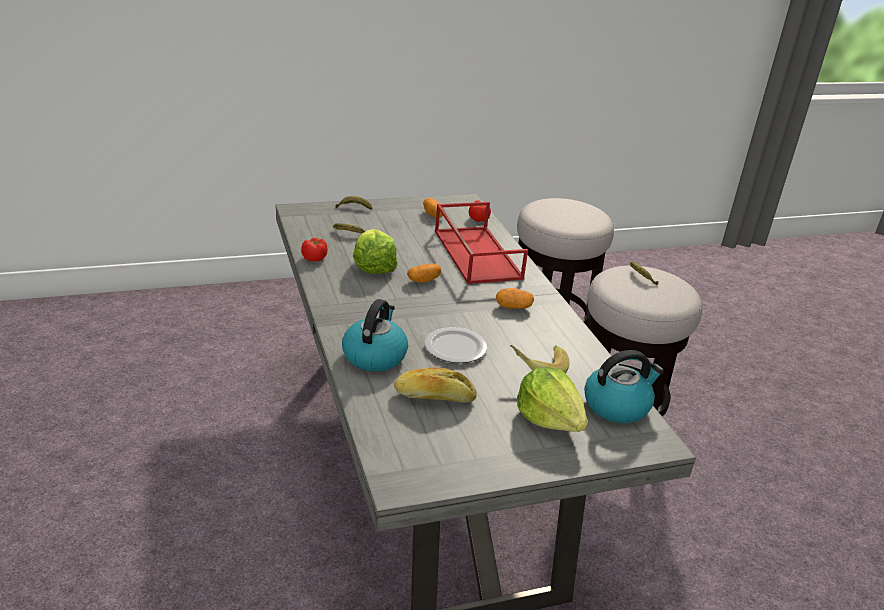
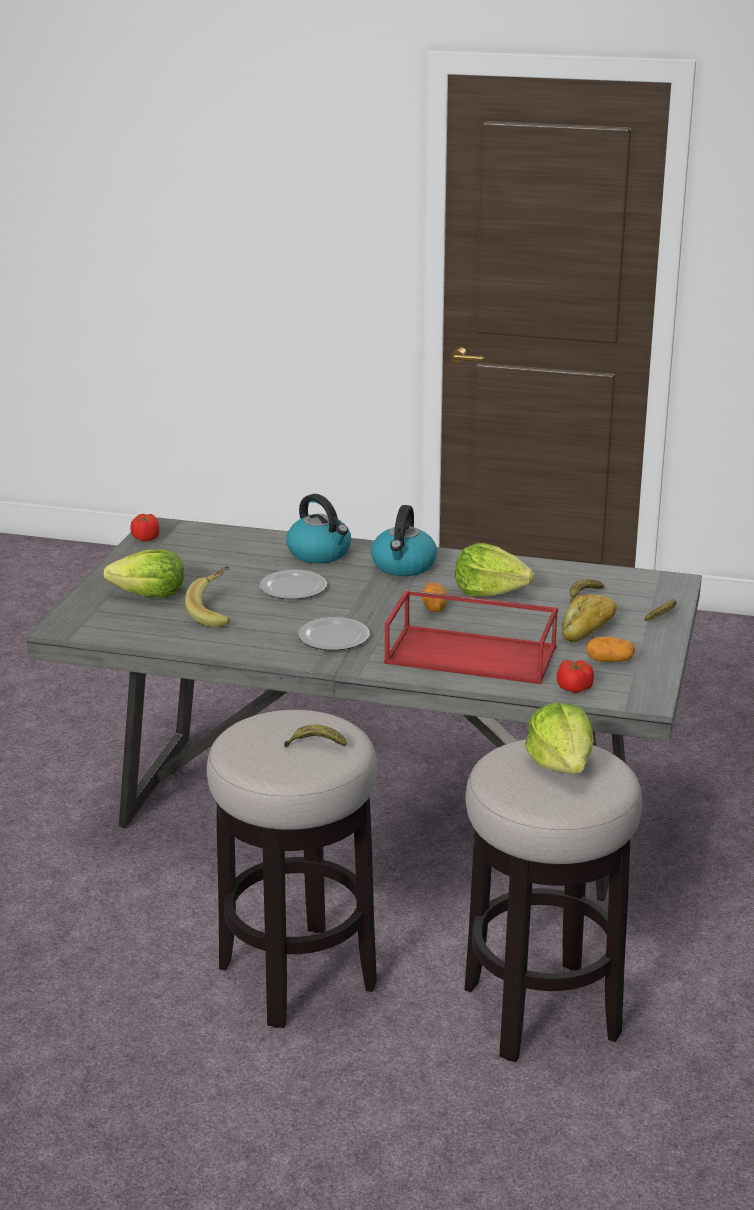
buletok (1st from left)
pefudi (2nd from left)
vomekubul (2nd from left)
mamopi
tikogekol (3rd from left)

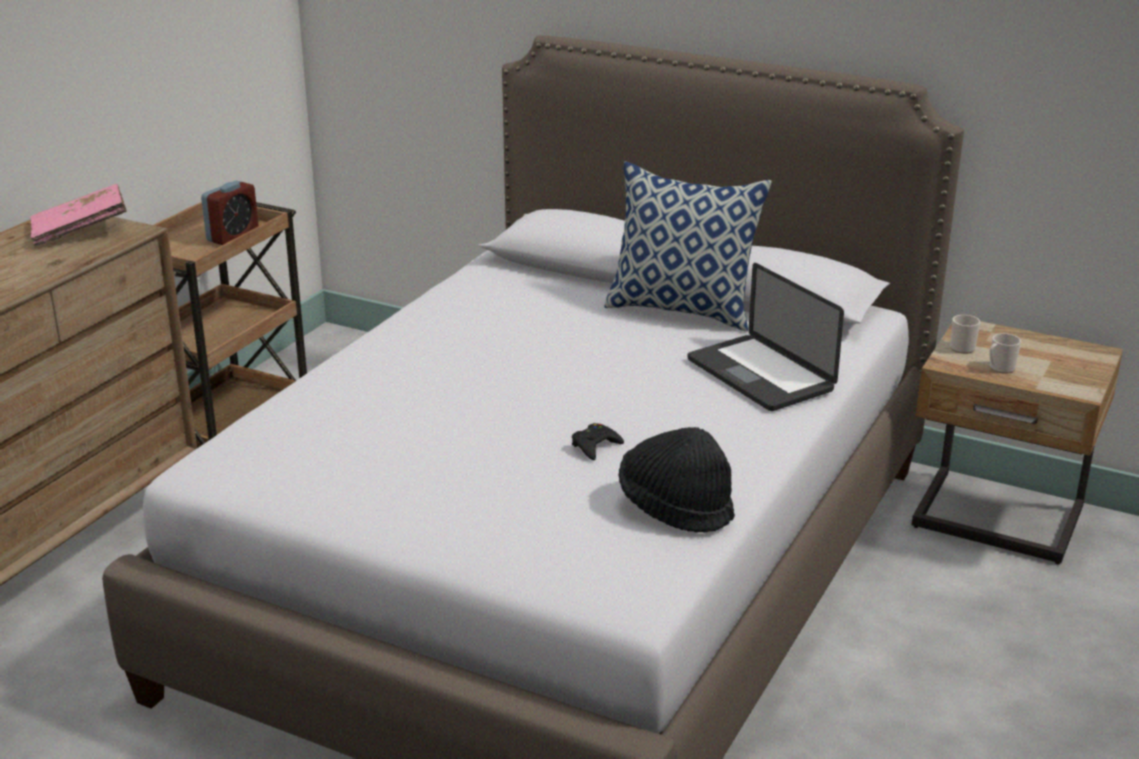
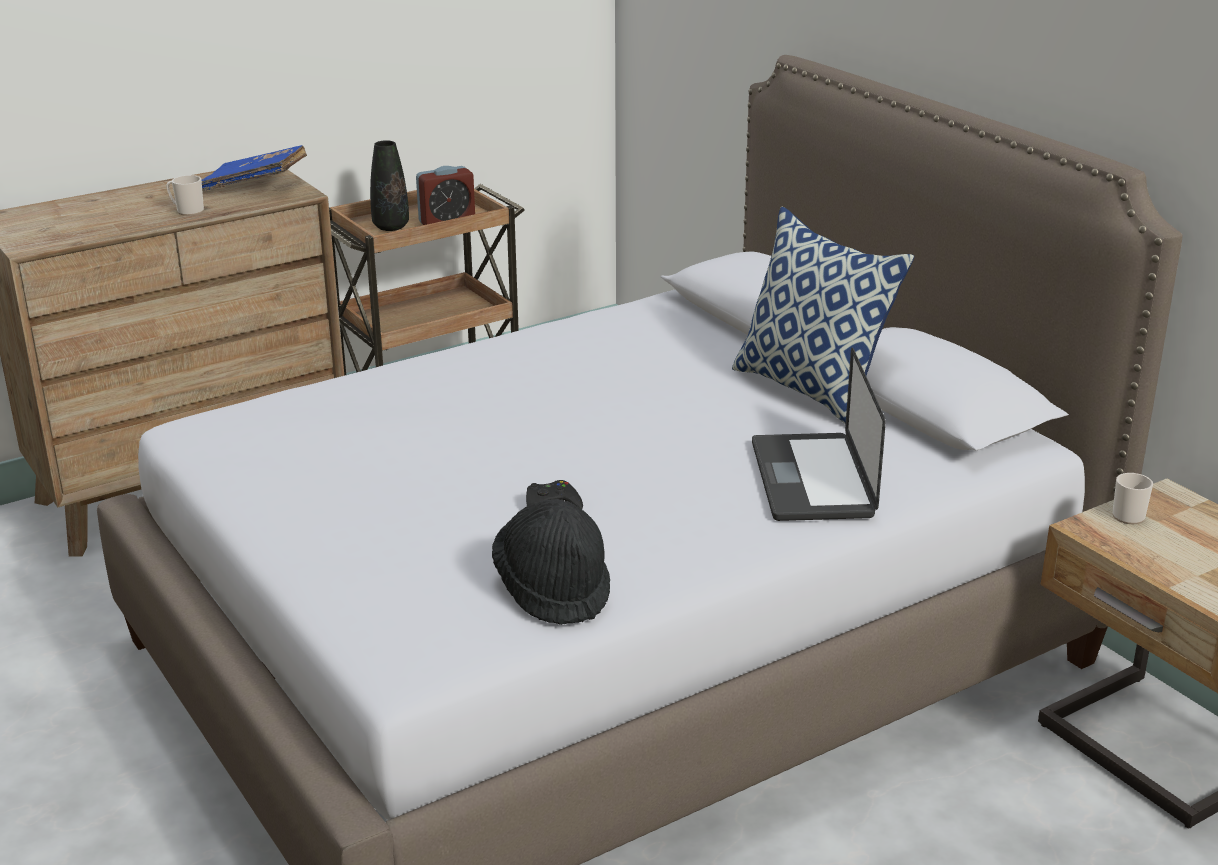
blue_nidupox
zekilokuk (1st from left)
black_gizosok

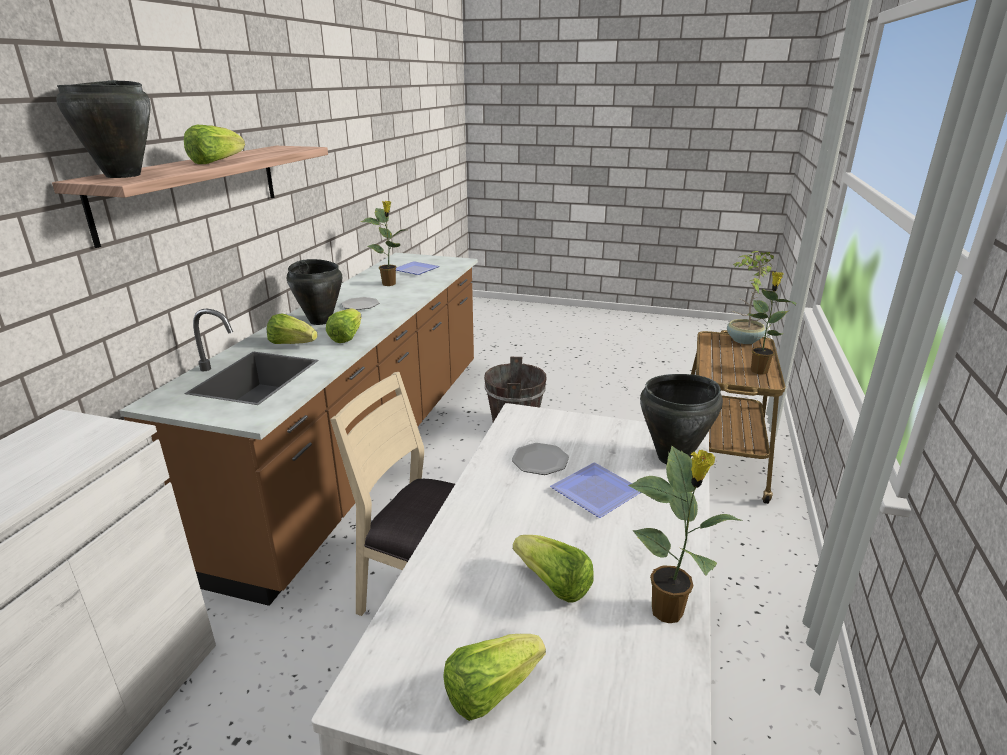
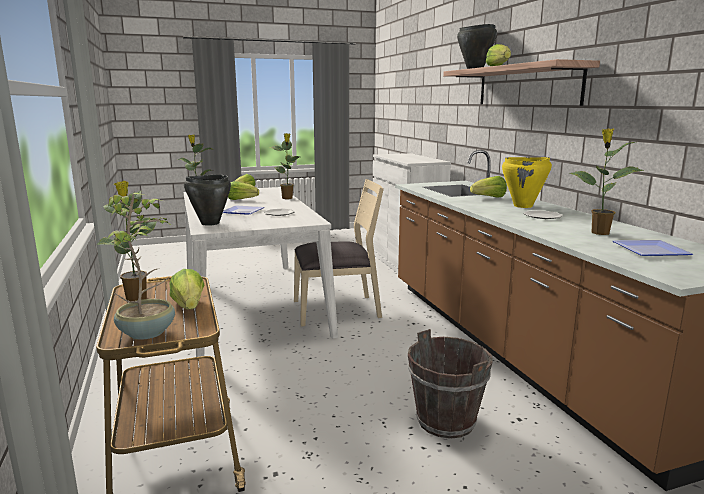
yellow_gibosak
tikogekol (1st from left)
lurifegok (4th from left)

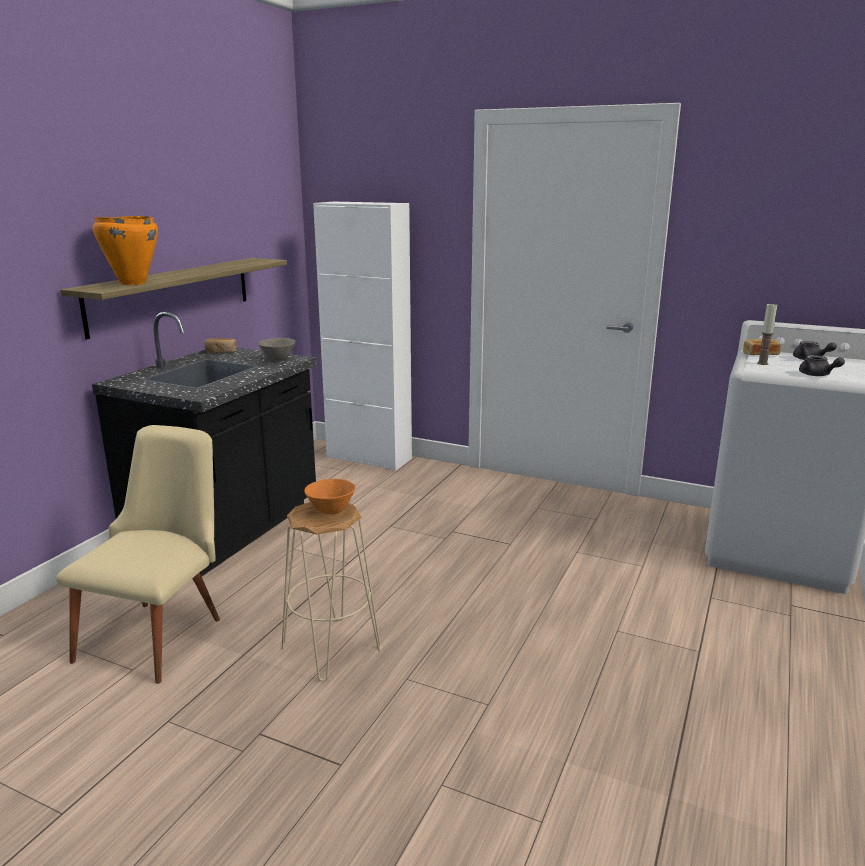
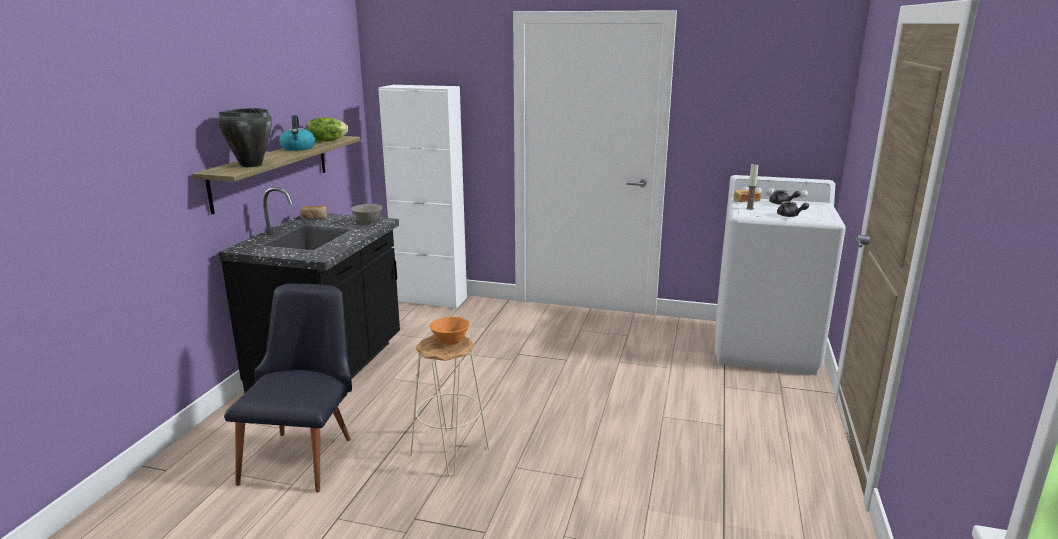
black_gibosak
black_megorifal
vomekubul
tikogekol

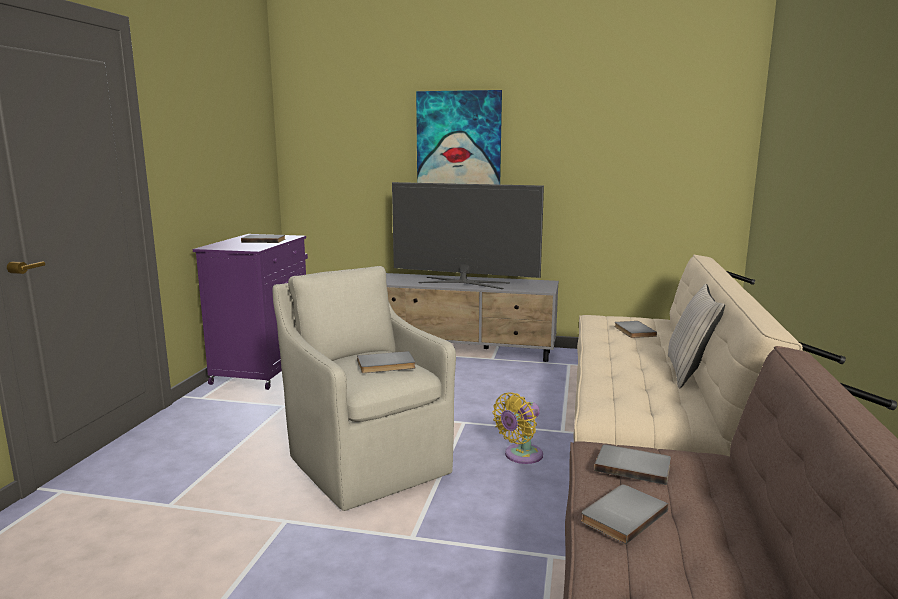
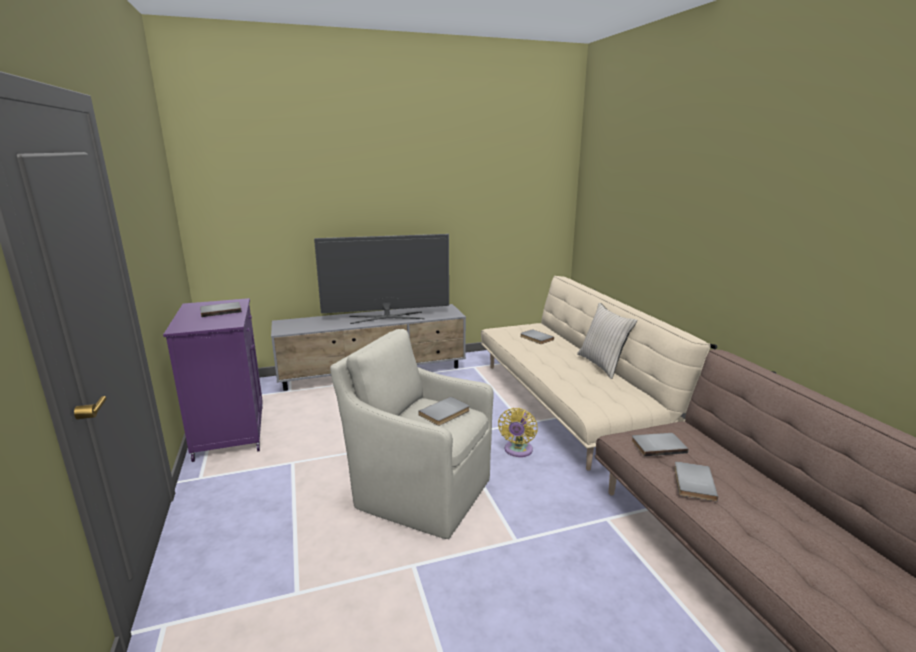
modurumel

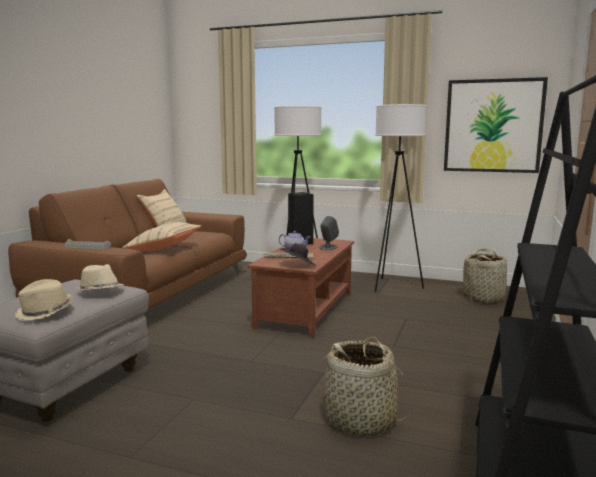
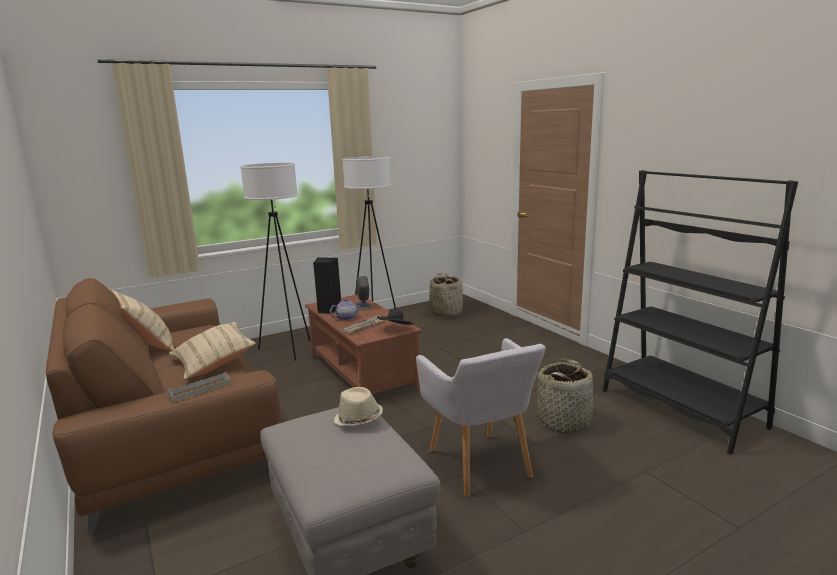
modurumel
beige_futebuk (1st from left in the first image)
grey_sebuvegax

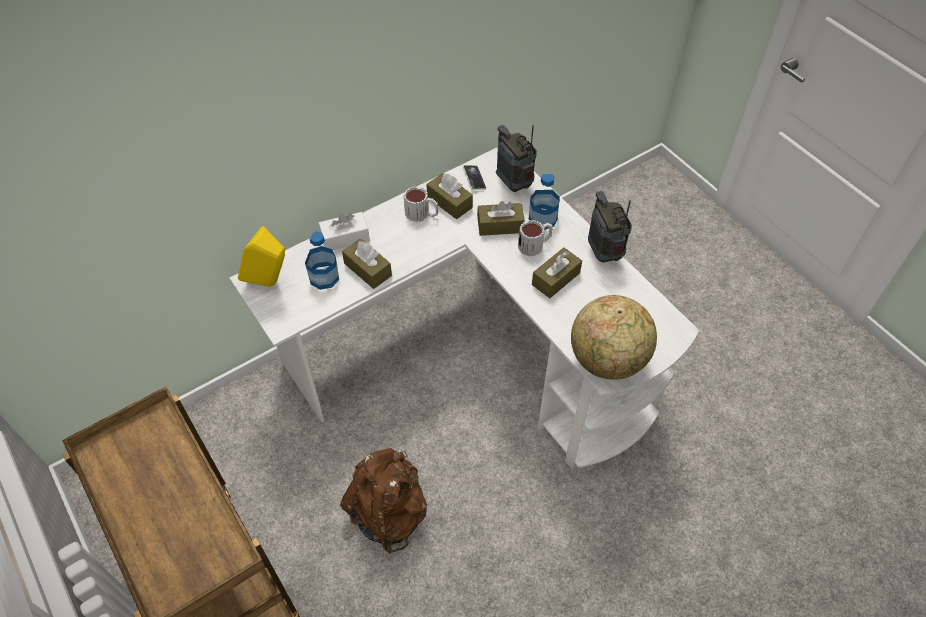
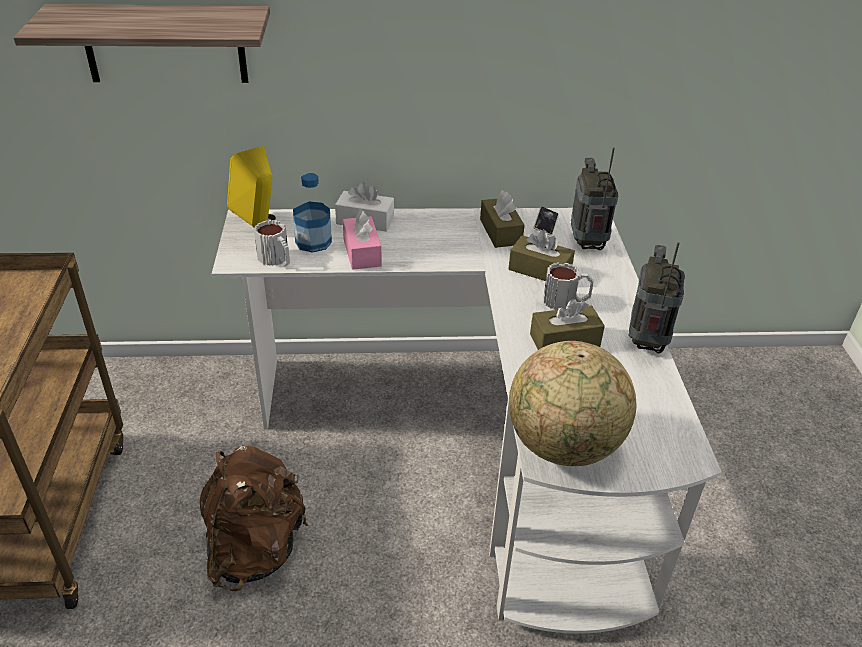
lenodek (2nd from left in the first image)
zekilokuk (1st from left)
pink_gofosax
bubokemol

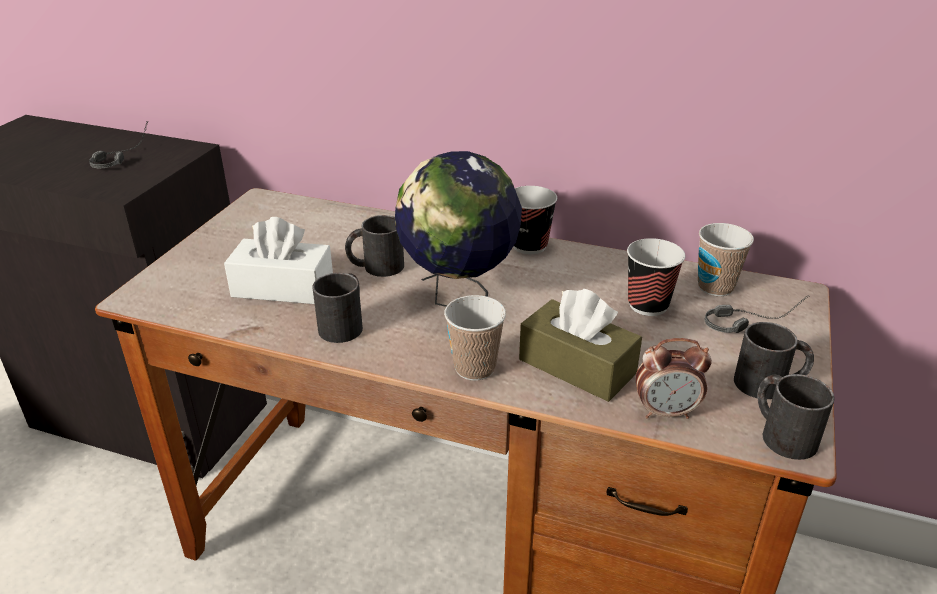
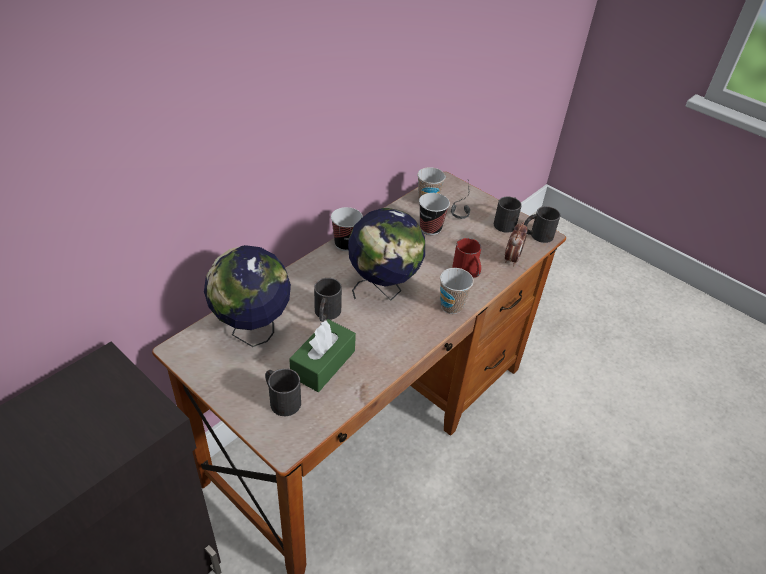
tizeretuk (1st from left in the first image)
green_gofosax
black_zekilokuk (1st from left)
red_zekilokuk
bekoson (1st from left)

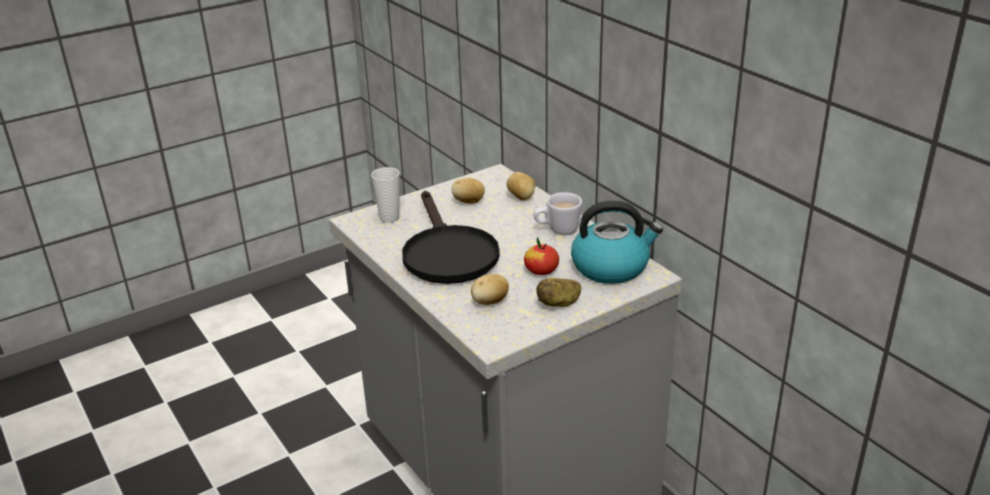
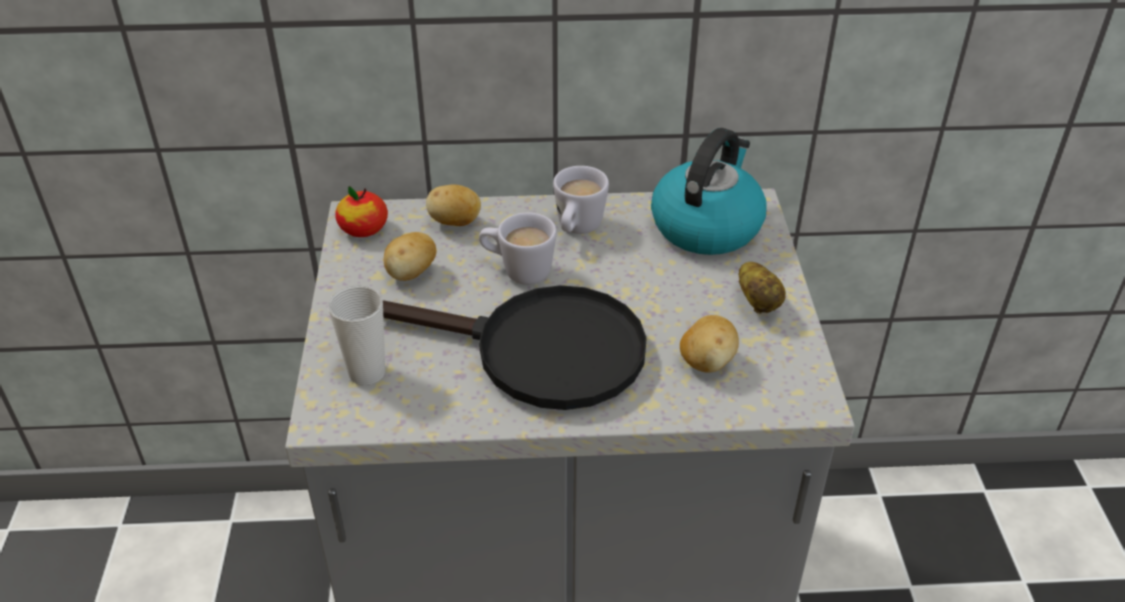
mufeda
white_zekilokuk (1st from left)

